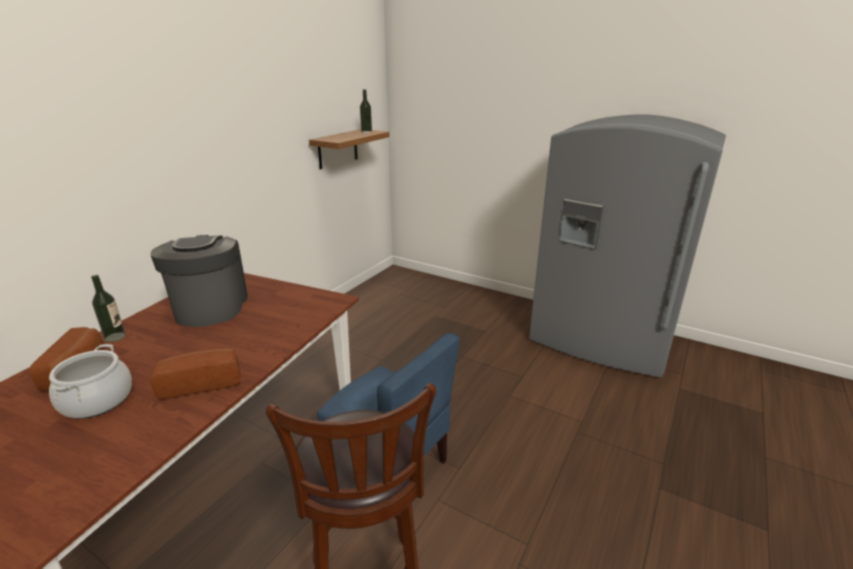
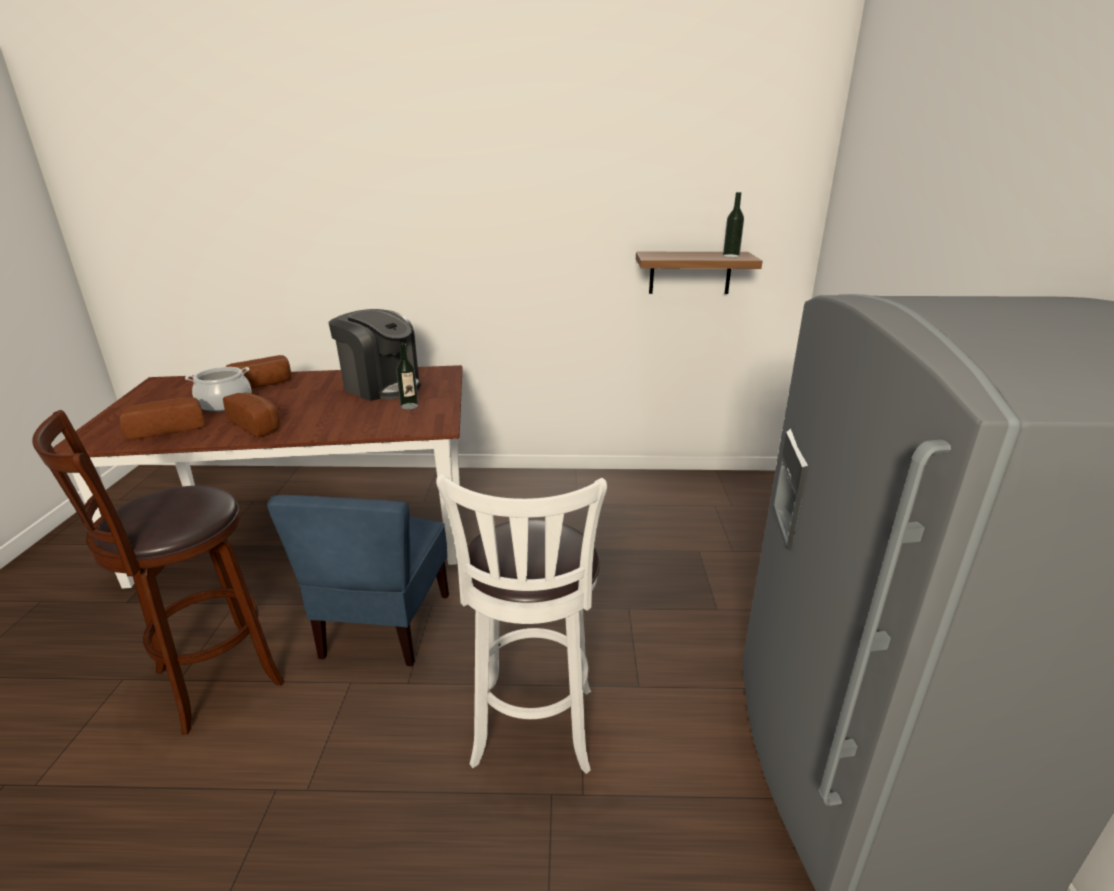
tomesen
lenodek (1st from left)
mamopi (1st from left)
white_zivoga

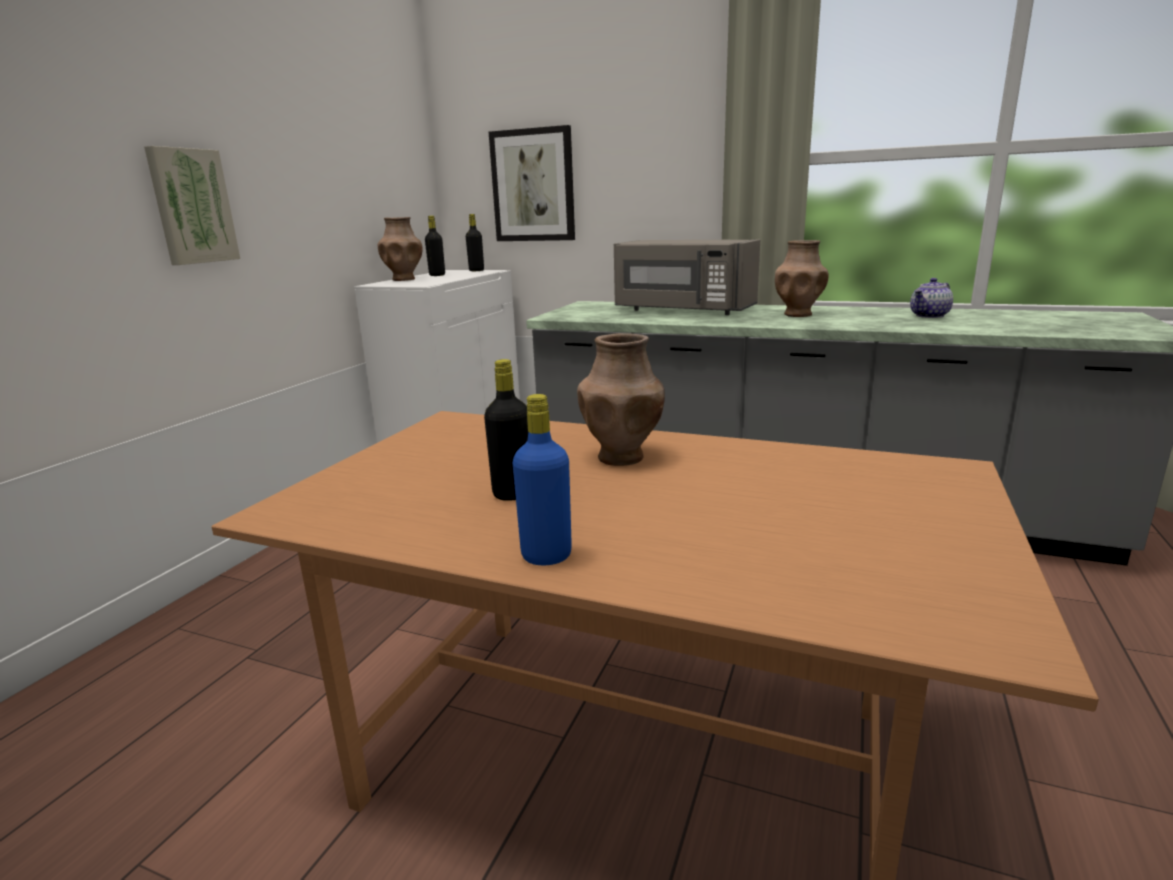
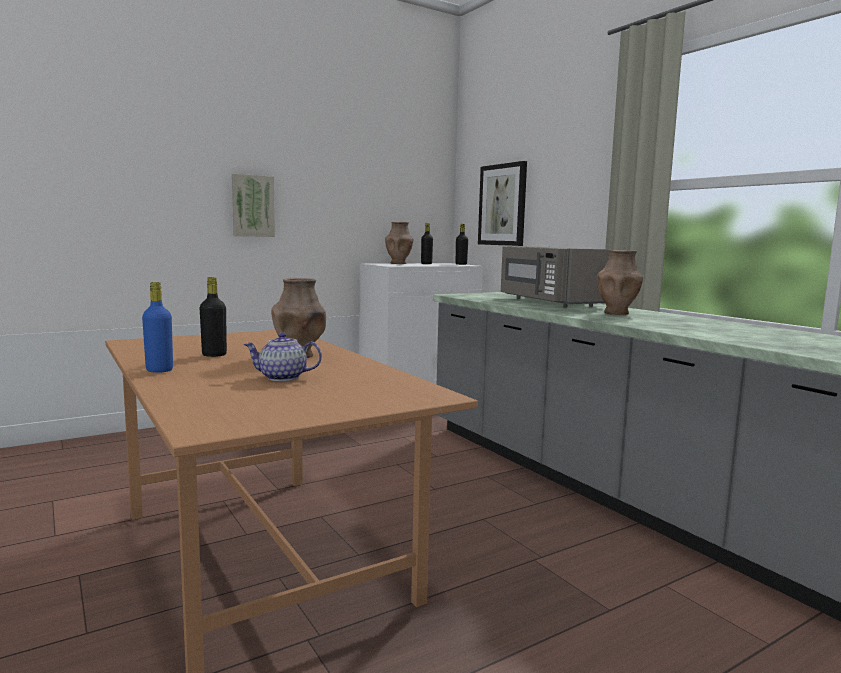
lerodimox

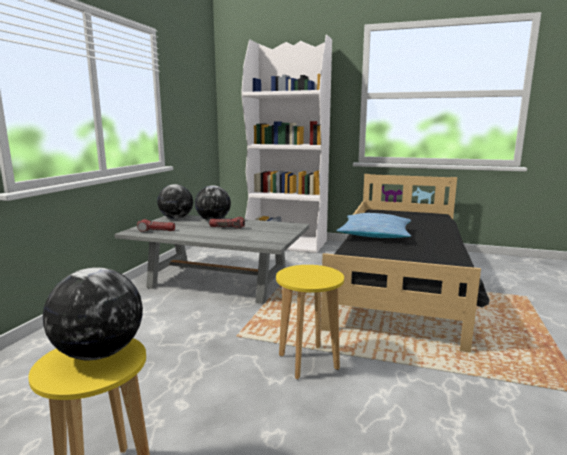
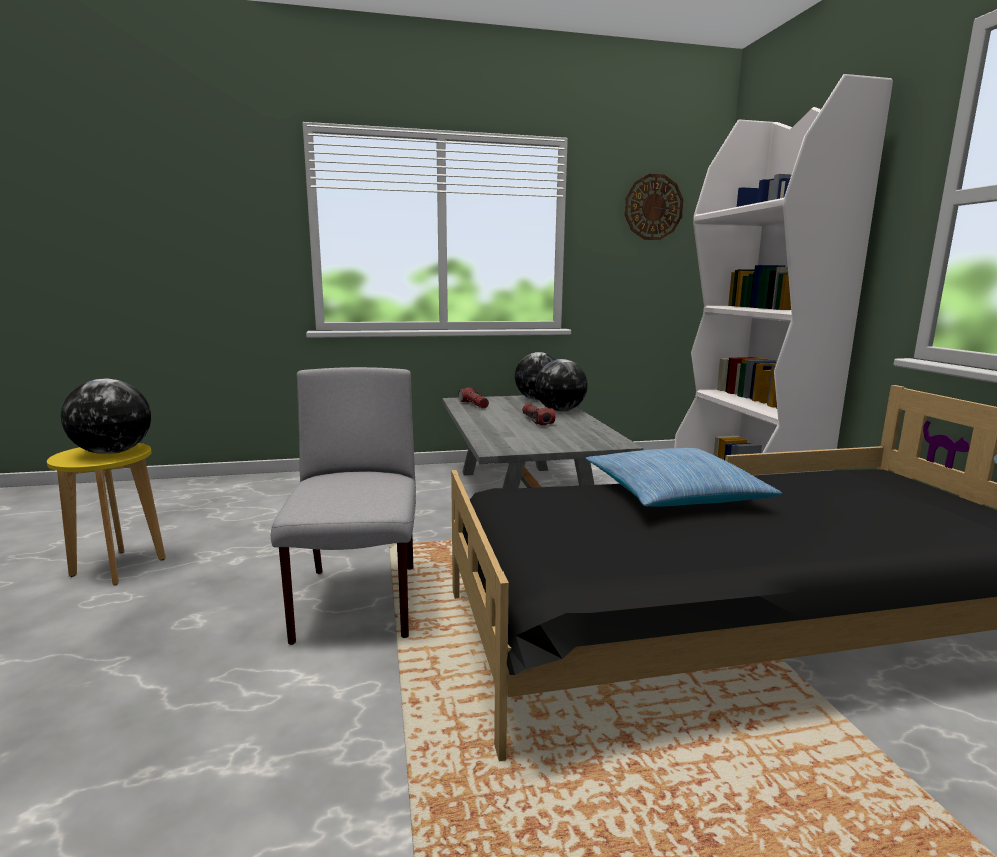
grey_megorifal
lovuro

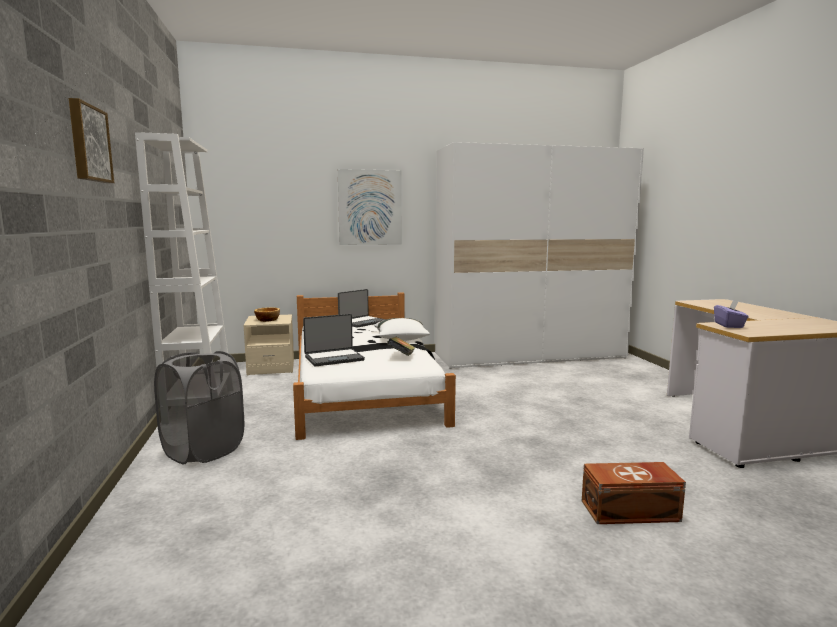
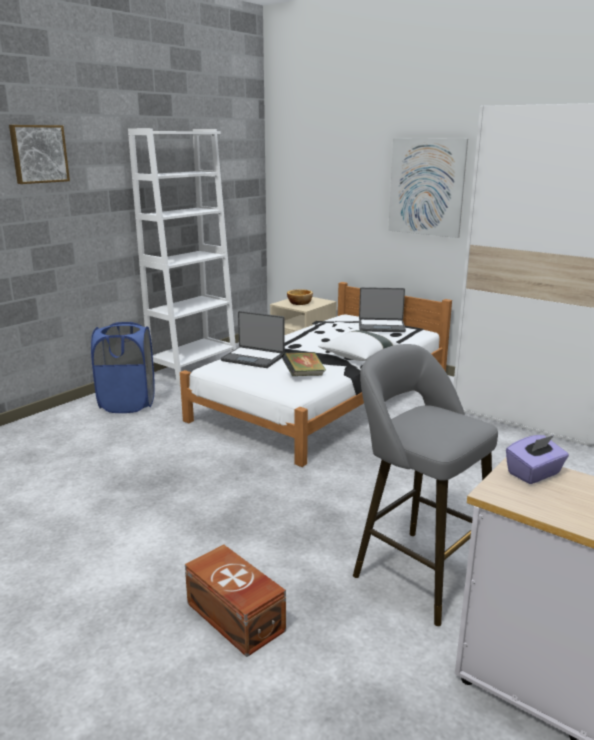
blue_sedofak
grey_zivoga

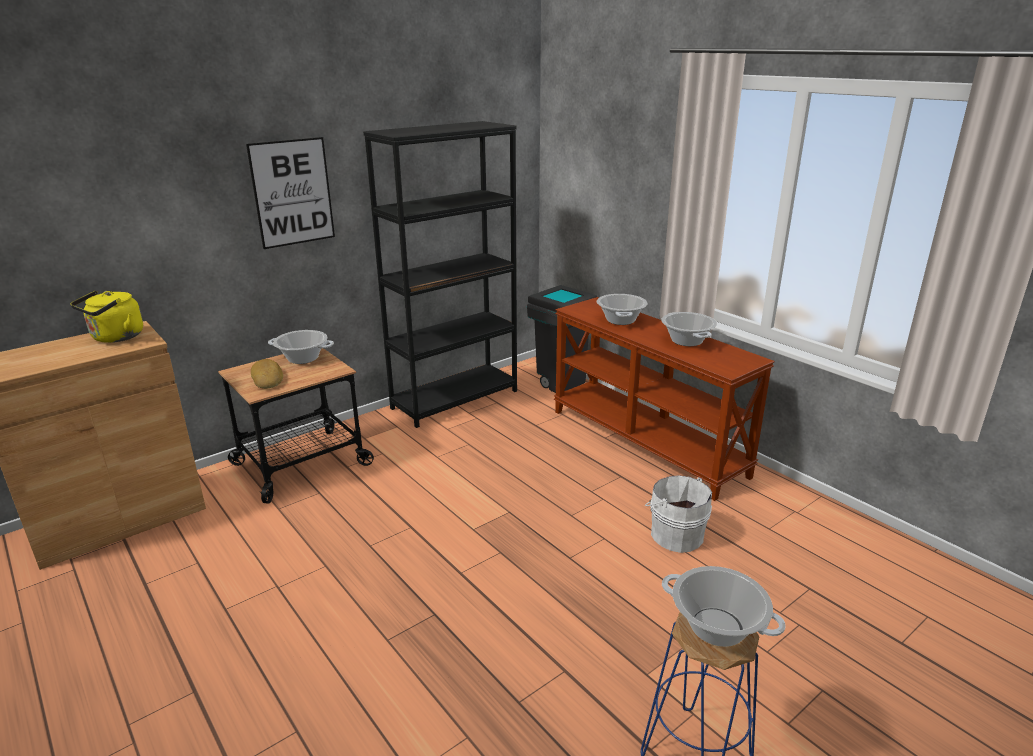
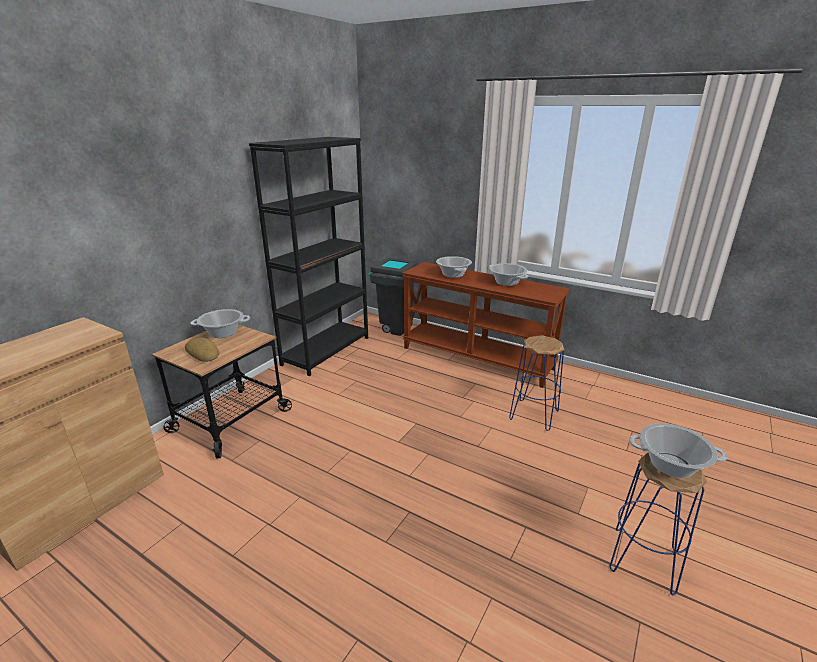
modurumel
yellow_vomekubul
blue_zivoga (1st from left)

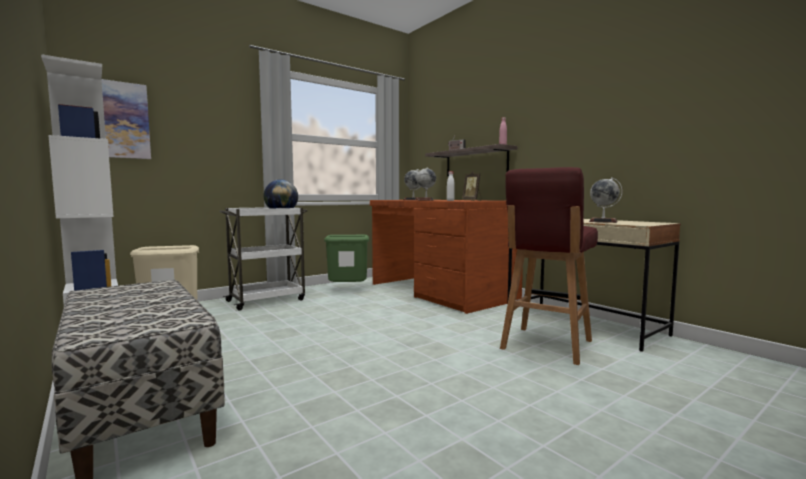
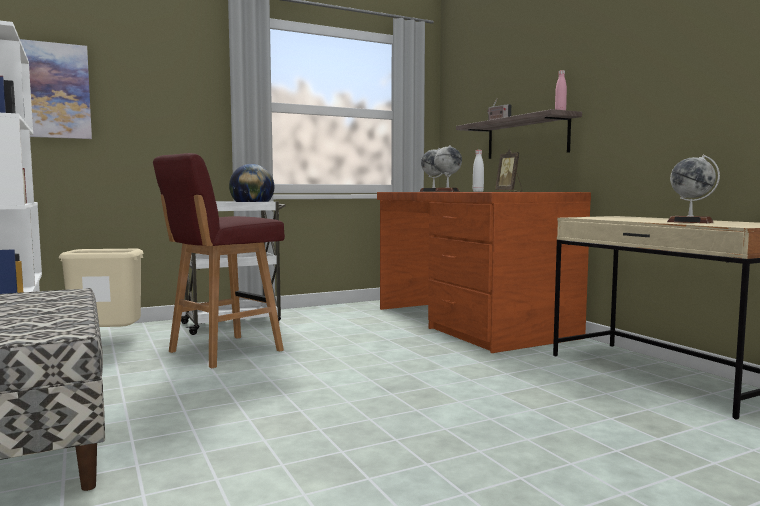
red_zivoga
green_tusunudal

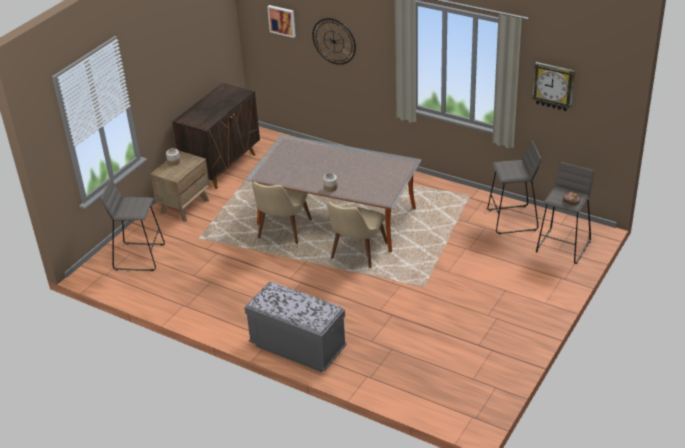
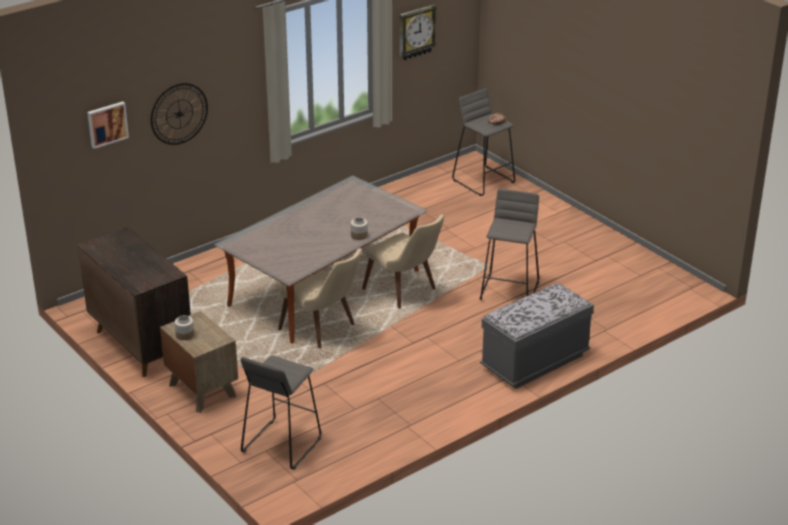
grey_zivoga (3rd from left)

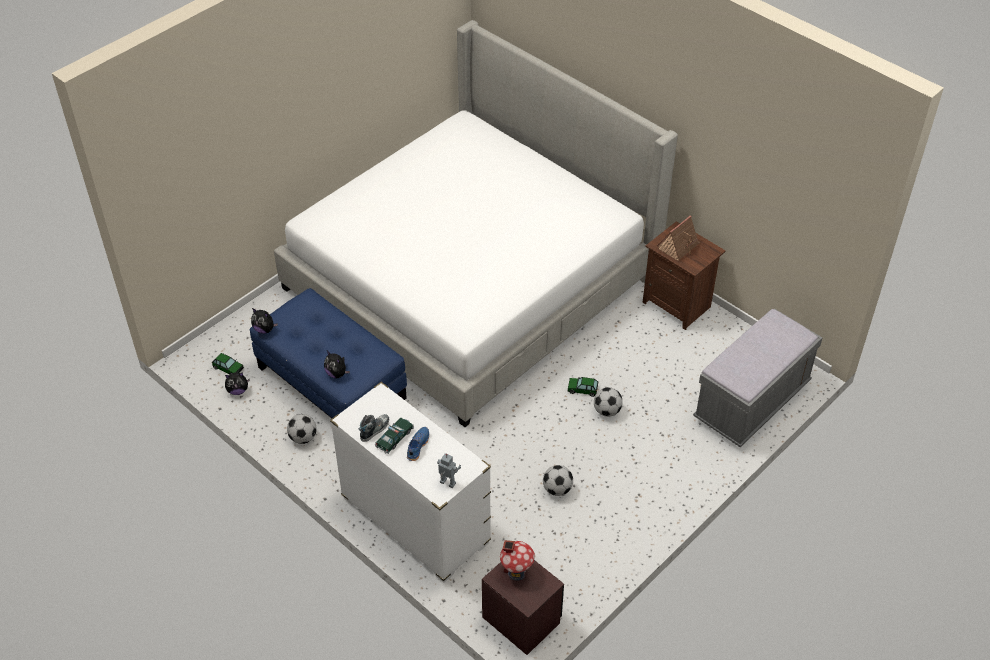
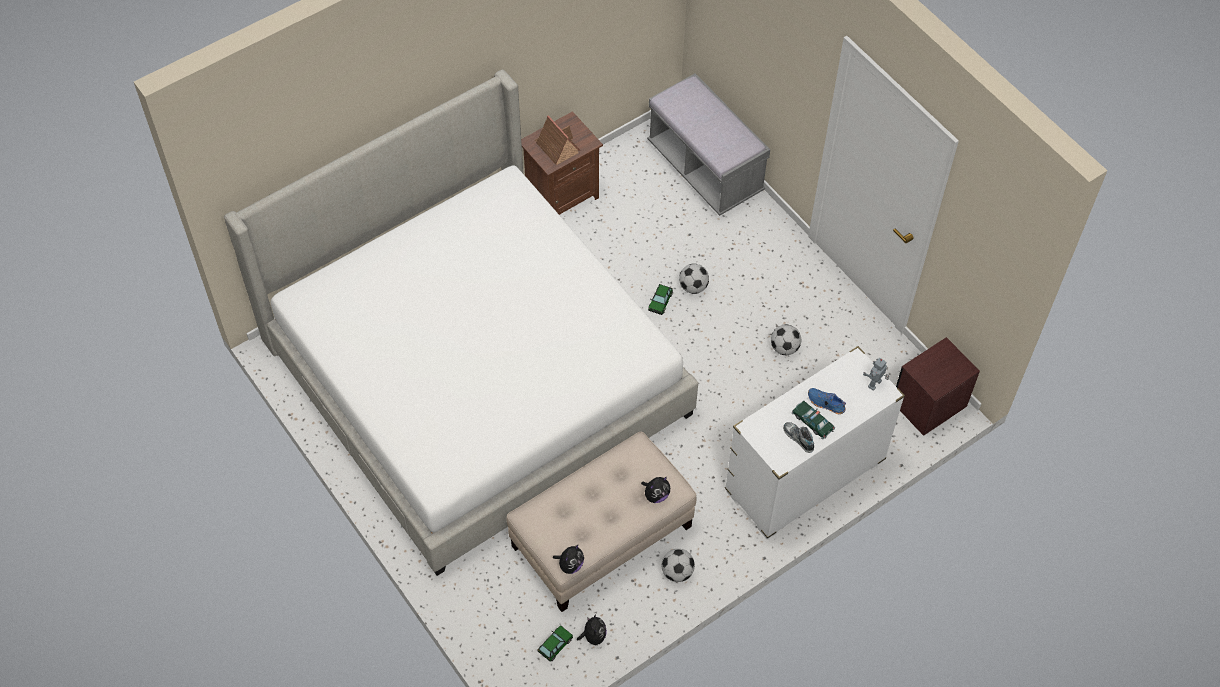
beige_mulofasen
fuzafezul (1st from left in the first image)

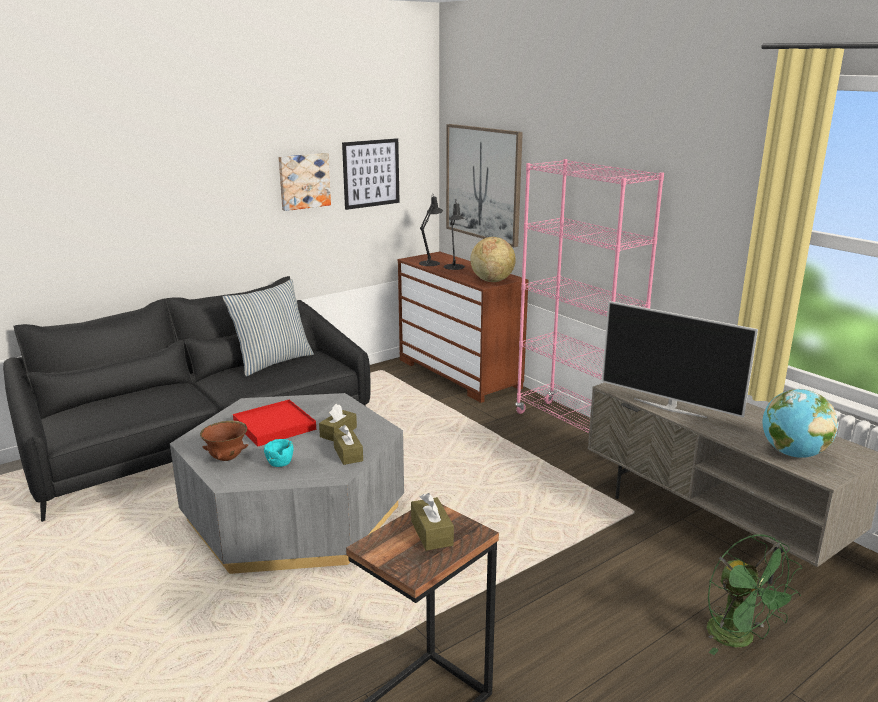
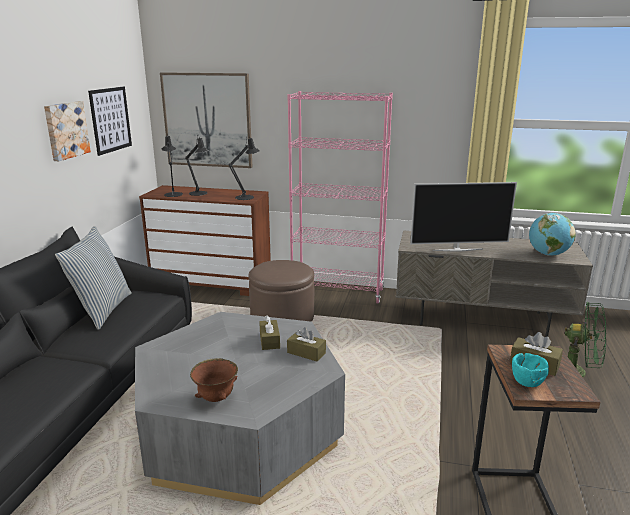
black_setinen (3rd from left)
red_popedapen
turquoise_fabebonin
brown_mulofasen

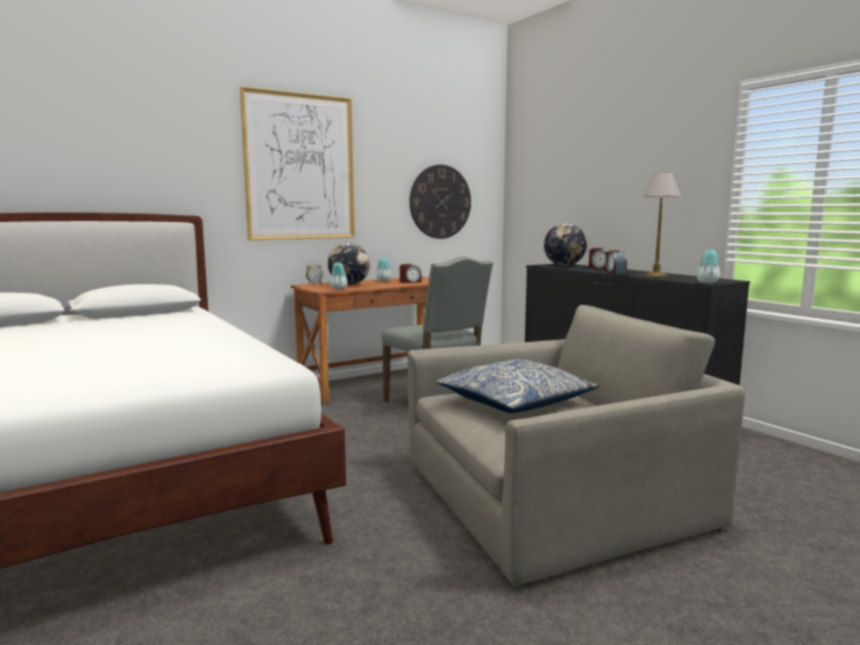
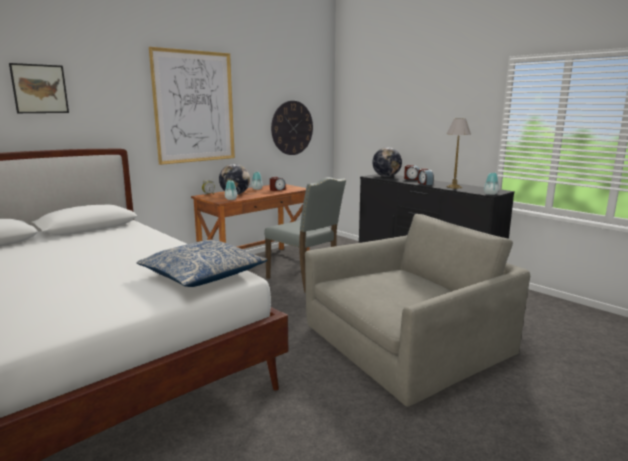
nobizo
modurumel (1st from left)

